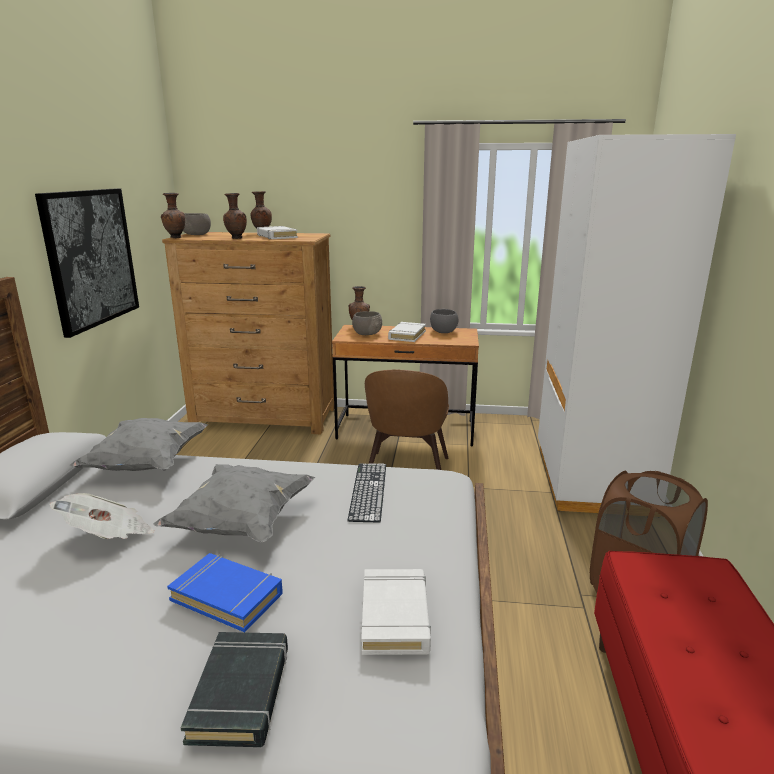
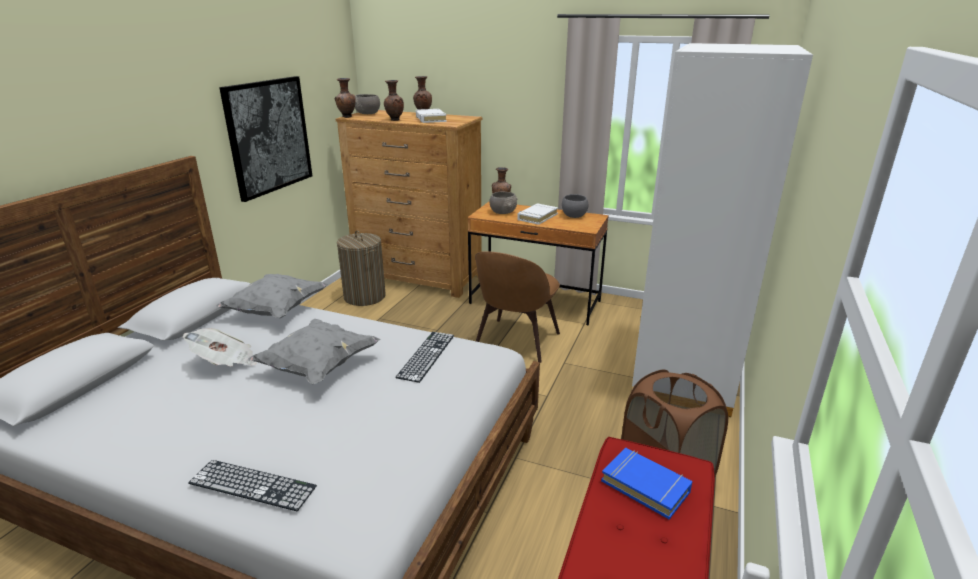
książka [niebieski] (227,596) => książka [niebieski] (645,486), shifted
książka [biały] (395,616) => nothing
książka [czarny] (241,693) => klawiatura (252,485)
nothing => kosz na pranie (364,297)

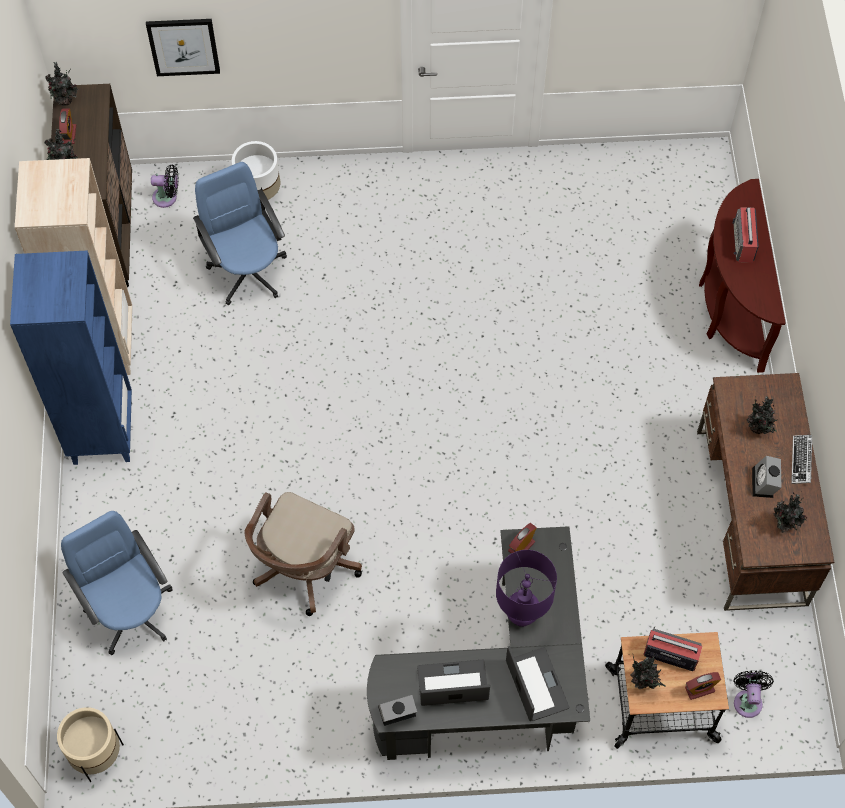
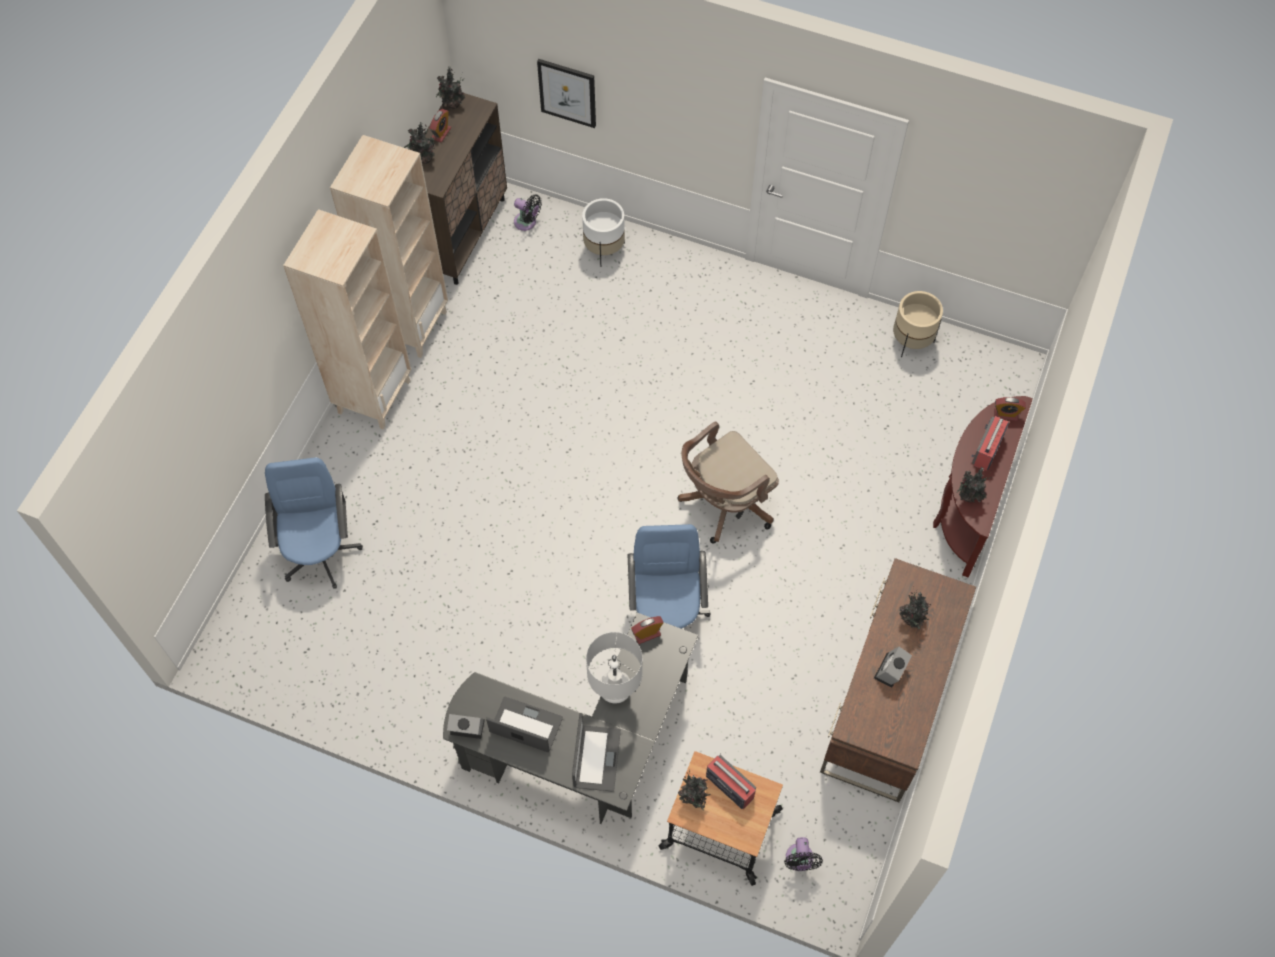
krzesło biurowe [niebieski] (248,271) => krzesło biurowe [niebieski] (667,615), shifted
regał [niebieski] (102,432) => regał [beżowy] (374,396)
klawiatura (801,461) => nothing
krzesło biurowe [brązowy] (303,569) => krzesło biurowe [brązowy] (723,504), shifted
roślina doniczkowa (784,525) => roślina doniczkowa (968,497), shifted
lampa stołowa [fioletowy] (521,616) => lampa stołowa [biały] (615,694)
wentylator [czarny] (748,700) => wentylator [czarny] (799,860), 150 degrees clockwise
budzik (699,689) => budzik (1006,414), shifted
donica [beżowy] (96,755) => donica [beżowy] (911,341), shifted

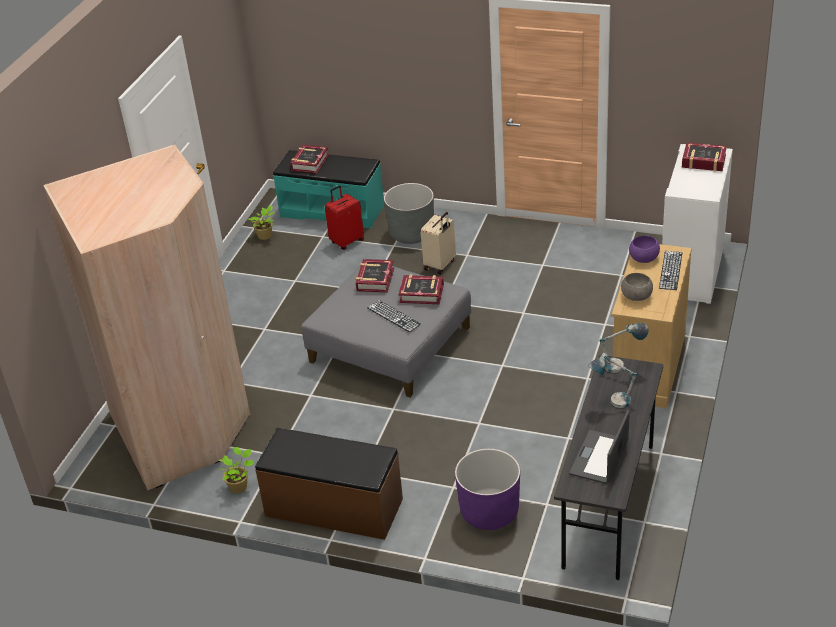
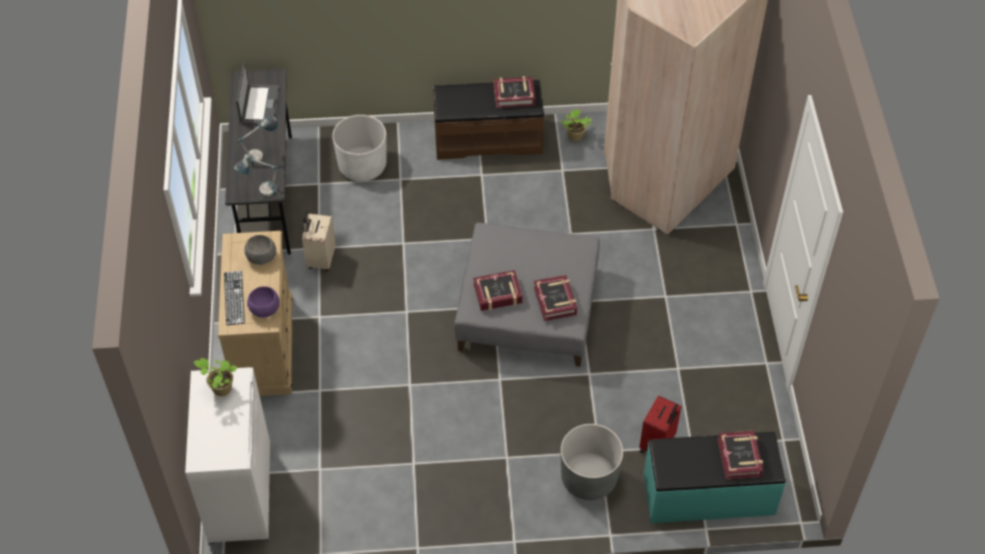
książka (703,161) => książka (514,95), shifted
roślina doniczkowa (266,236) => roślina doniczkowa (220,388), shifted
walizka [beżowy] (440,265) => walizka [beżowy] (320,259), shifted
klawiatura (394,316) => nothing
donica [fioletowy] (489,511) => donica [biały] (362,166)

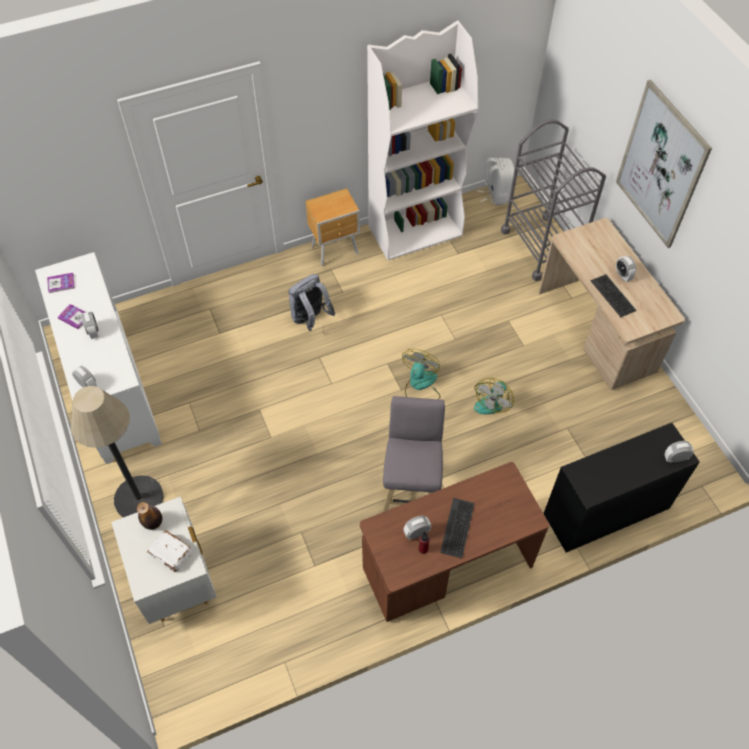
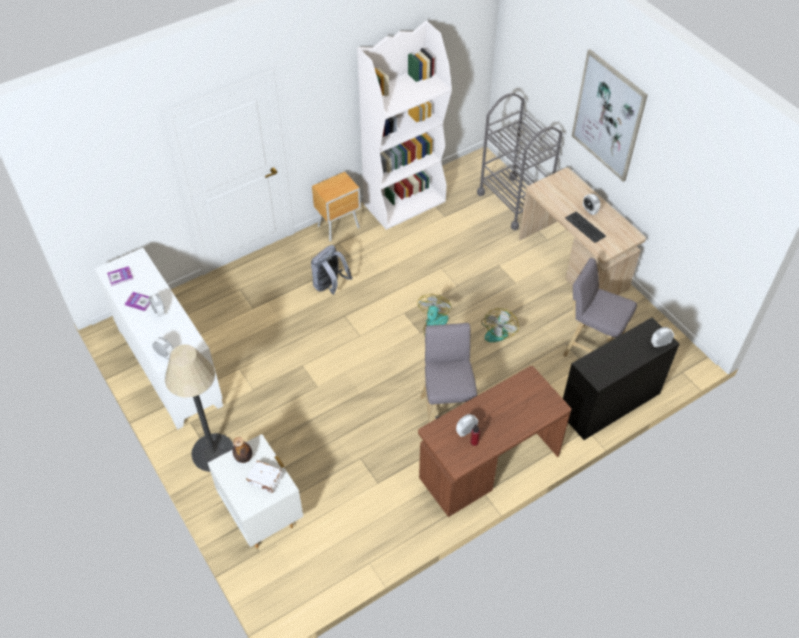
plecak [biały] (496,195) => nothing
klawiatura (458,528) => nothing
nothing => stołek [szary] (591,348)

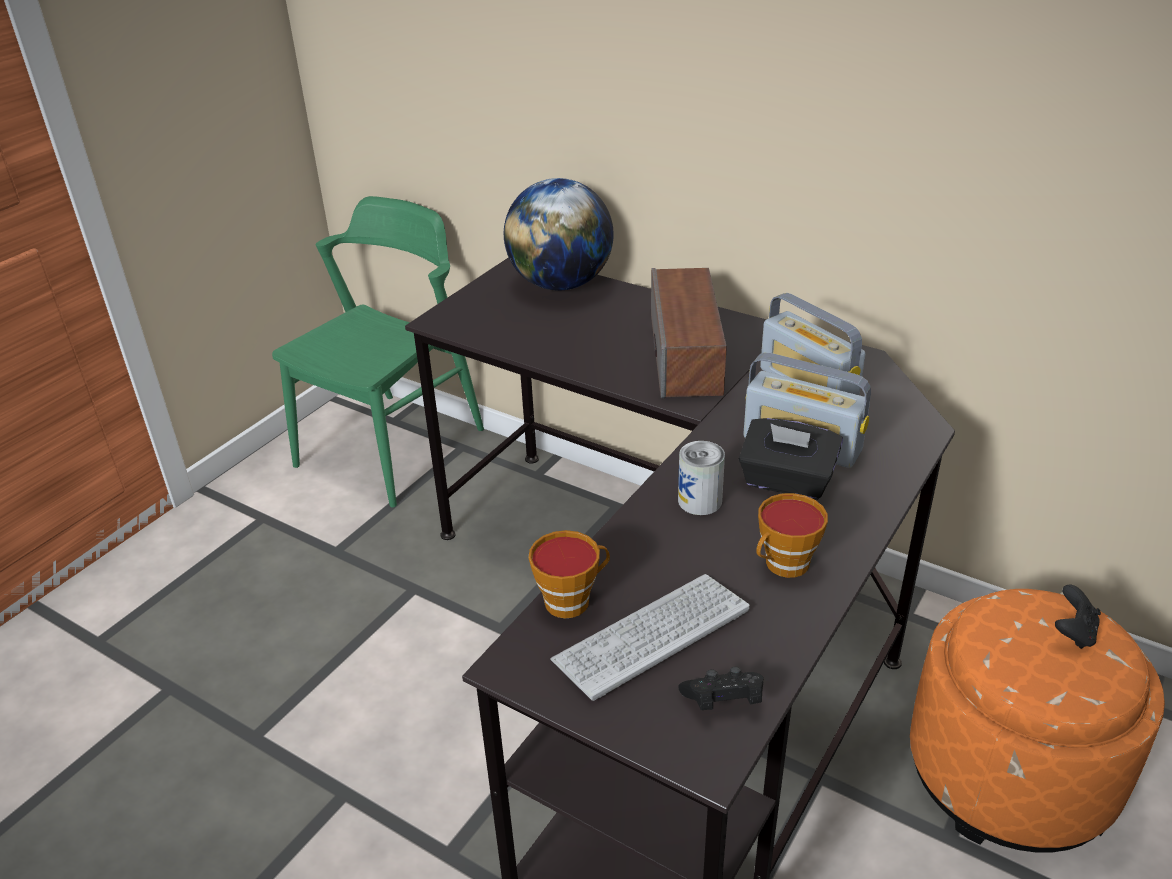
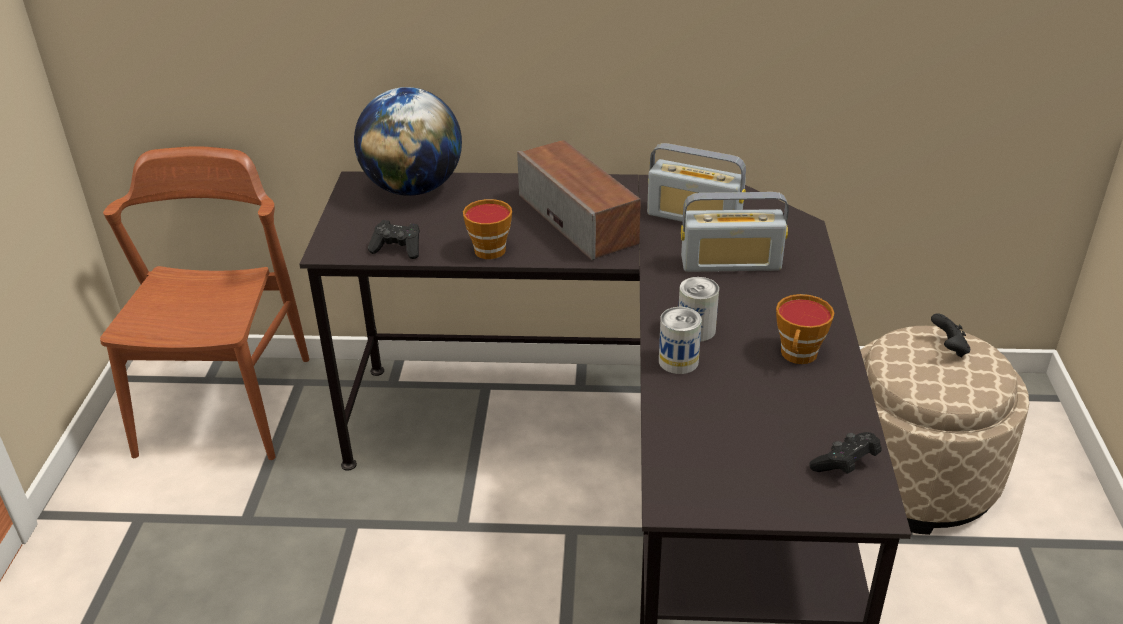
krzesło [zielony] (391,447) => krzesło [brązowy] (226,405)
pudełko chusteczek [czarny] (786,481) => nothing
filiżanka (572,599) => filiżanka (492,248), shifted
klawiatura (651,636) => nothing
pufa [pomarańczowy] (1009,773) => pufa [beżowy] (915,477)
nothing => pad do gier [czarny] (398,249)
nothing => puszka (678,361)

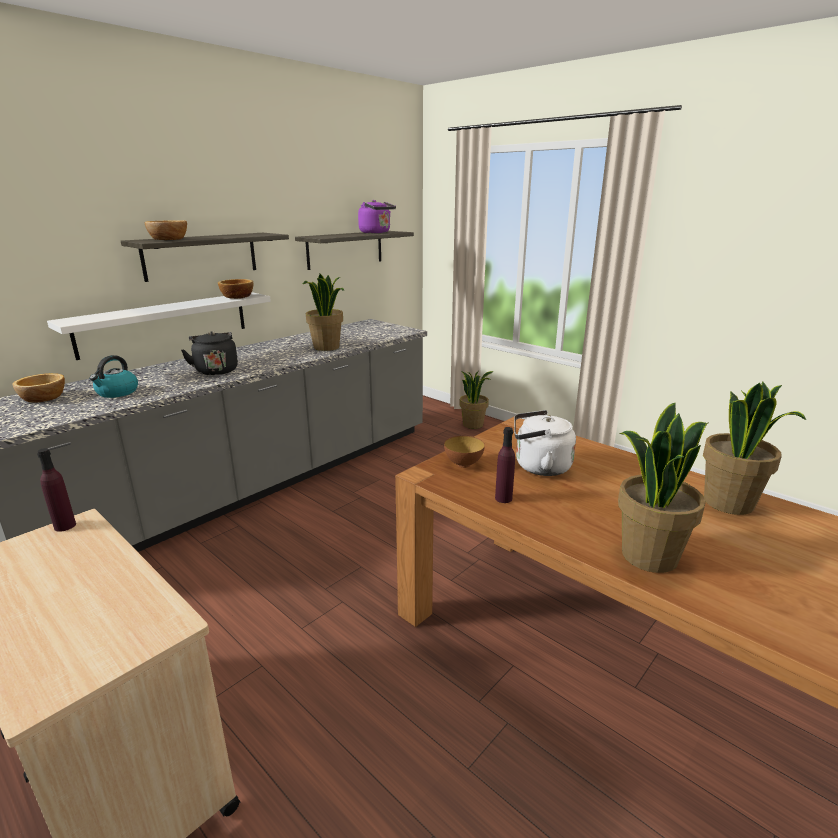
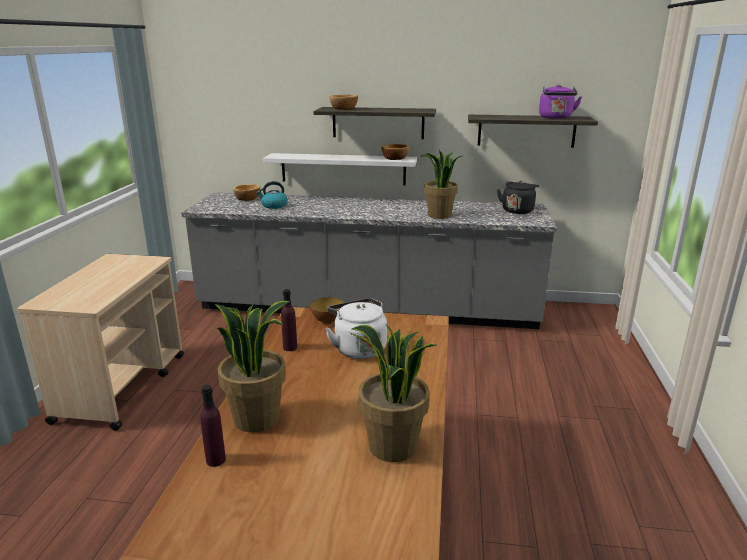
czajnik [czarny] (216,370) => czajnik [czarny] (517,210), shifted
roślina doniczkowa (473,424) => nothing
butelka [fioletowy] (65,526) => butelka [fioletowy] (215,460), shifted

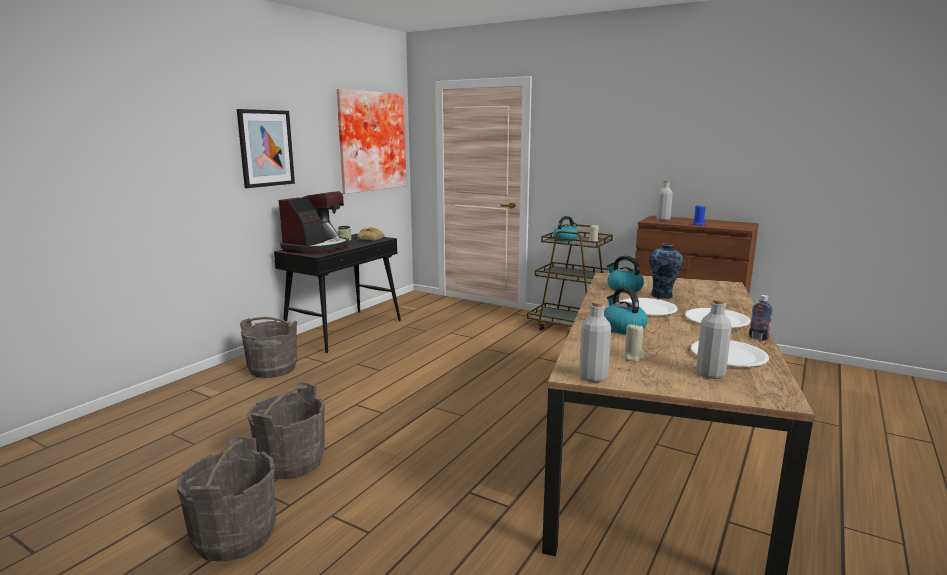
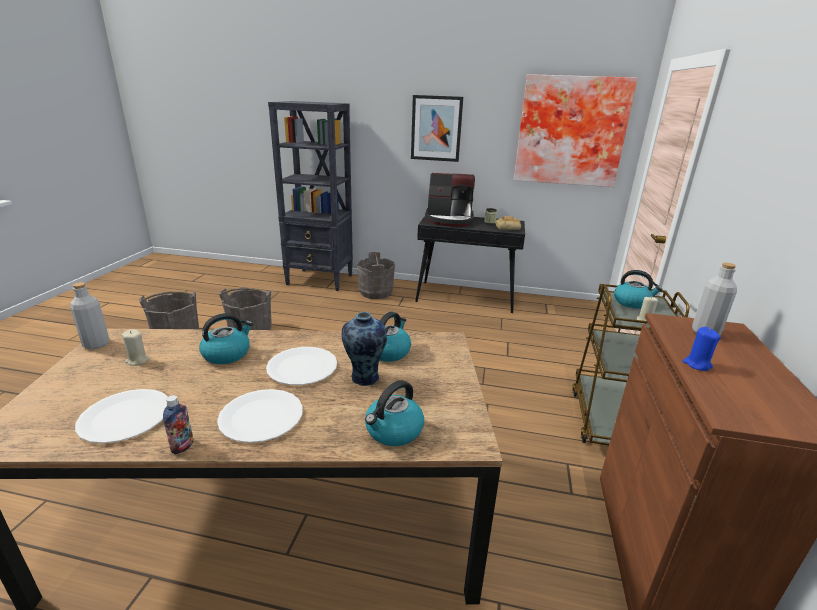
butelka [szary] (710,374) => nothing
nothing => regał [czarny] (320,280)
nothing => czajnik (393,431)

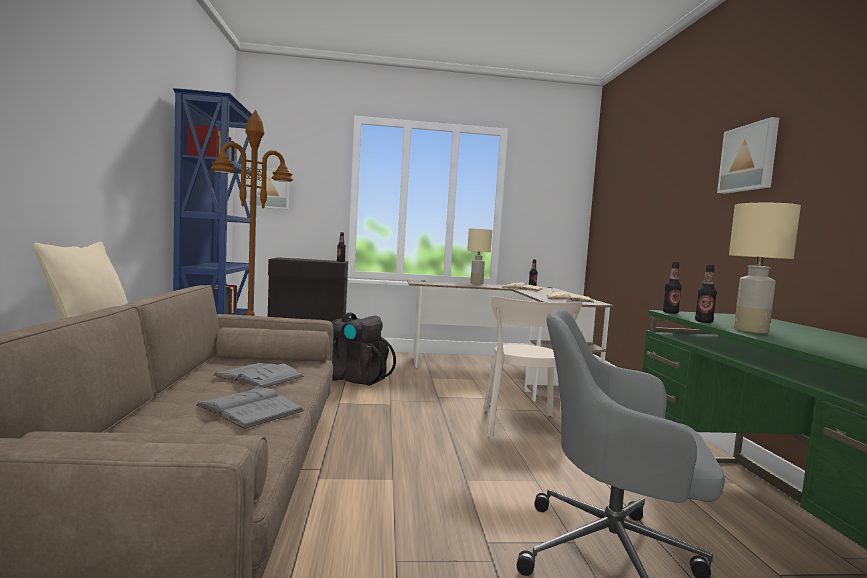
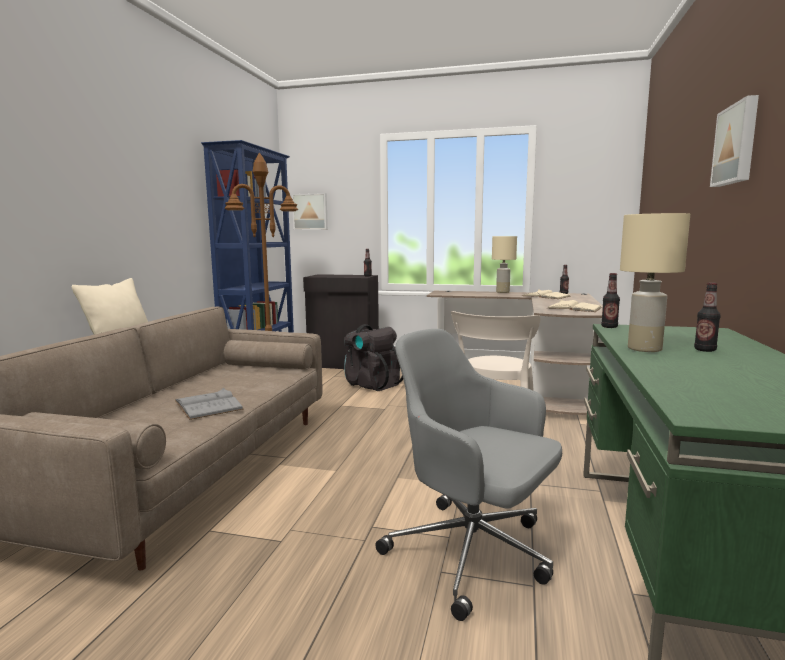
butelka (703,321) => butelka (705,350), shifted
książka [szary] (259,376) => nothing

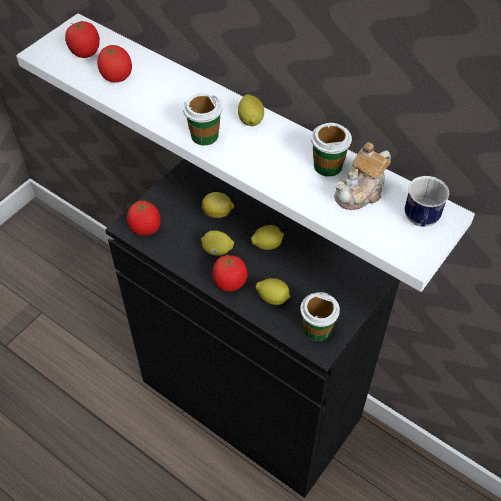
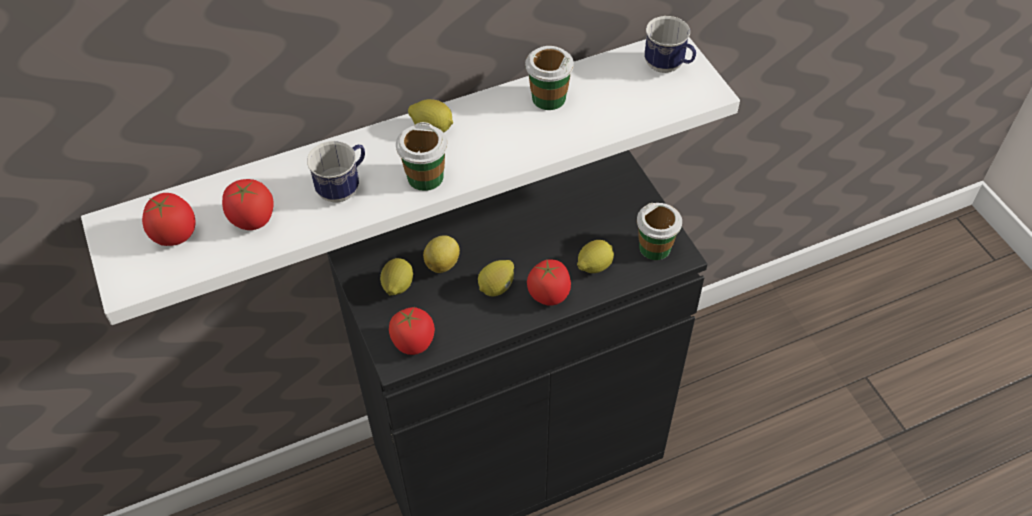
imbryk (360,192) => nothing
cytryna (267,245) => cytryna (397,286), shifted
nothing => kubek (344,188)

